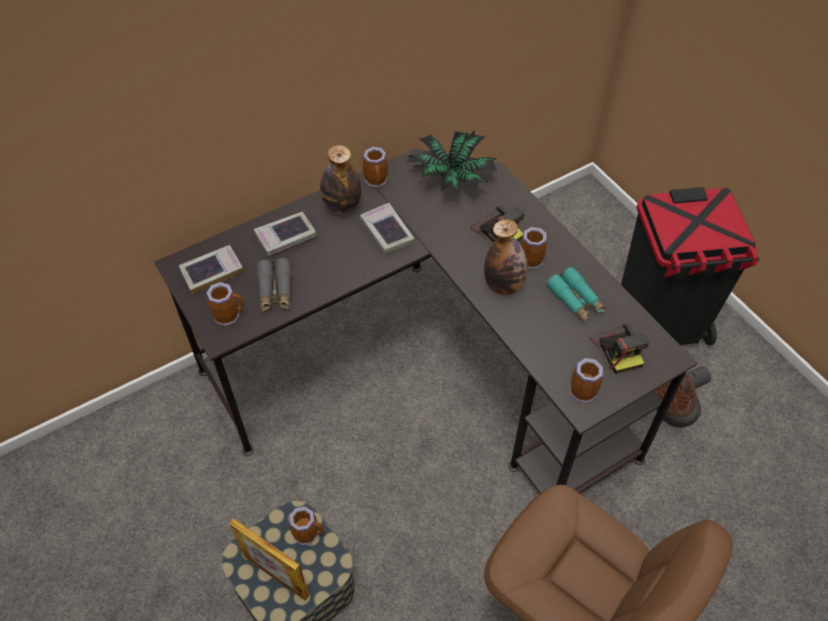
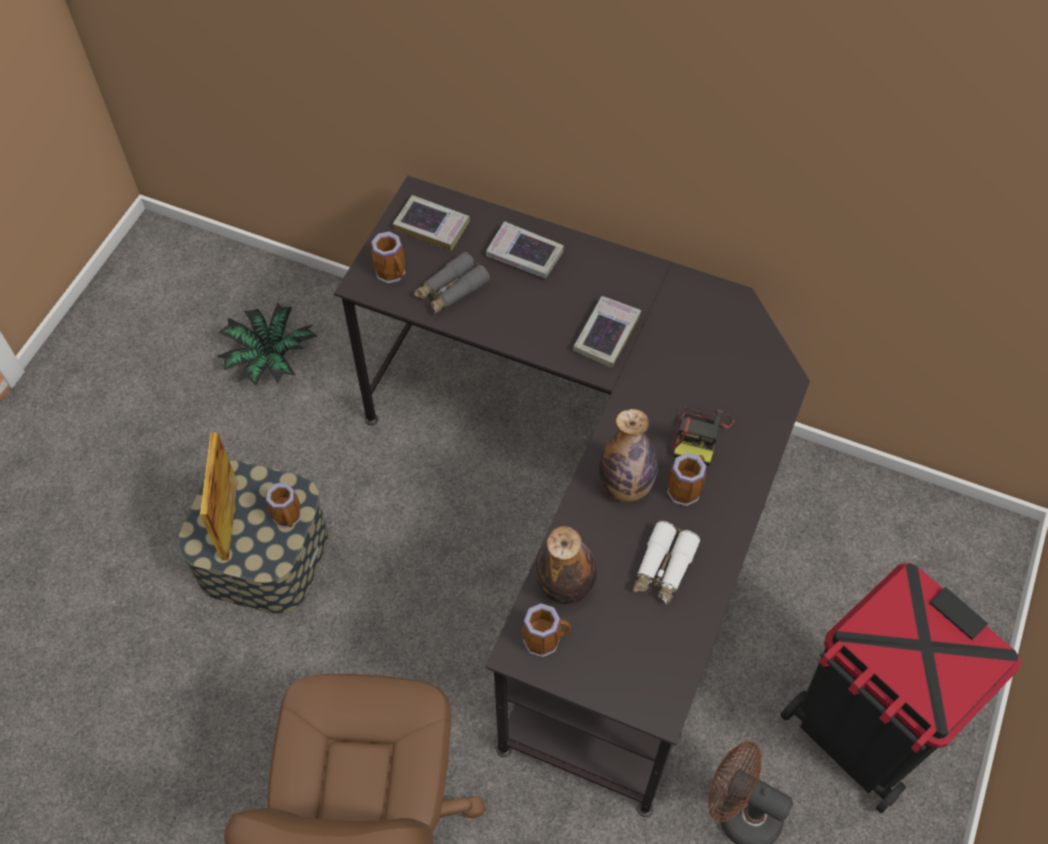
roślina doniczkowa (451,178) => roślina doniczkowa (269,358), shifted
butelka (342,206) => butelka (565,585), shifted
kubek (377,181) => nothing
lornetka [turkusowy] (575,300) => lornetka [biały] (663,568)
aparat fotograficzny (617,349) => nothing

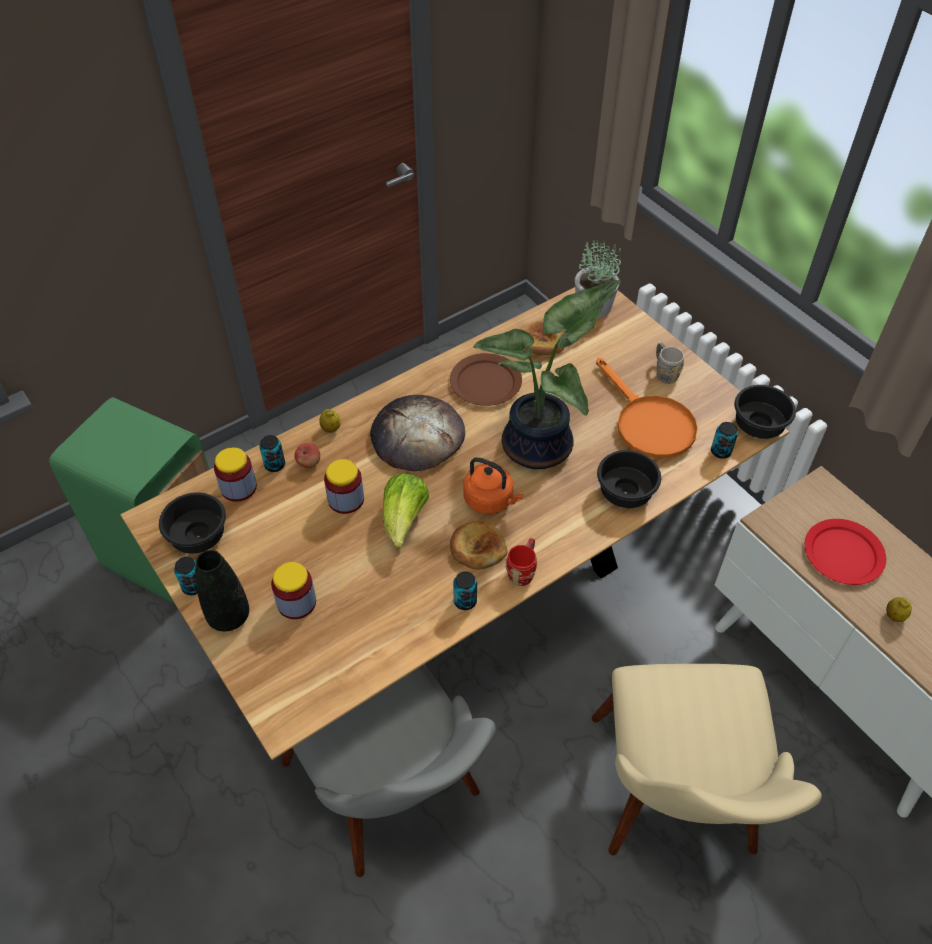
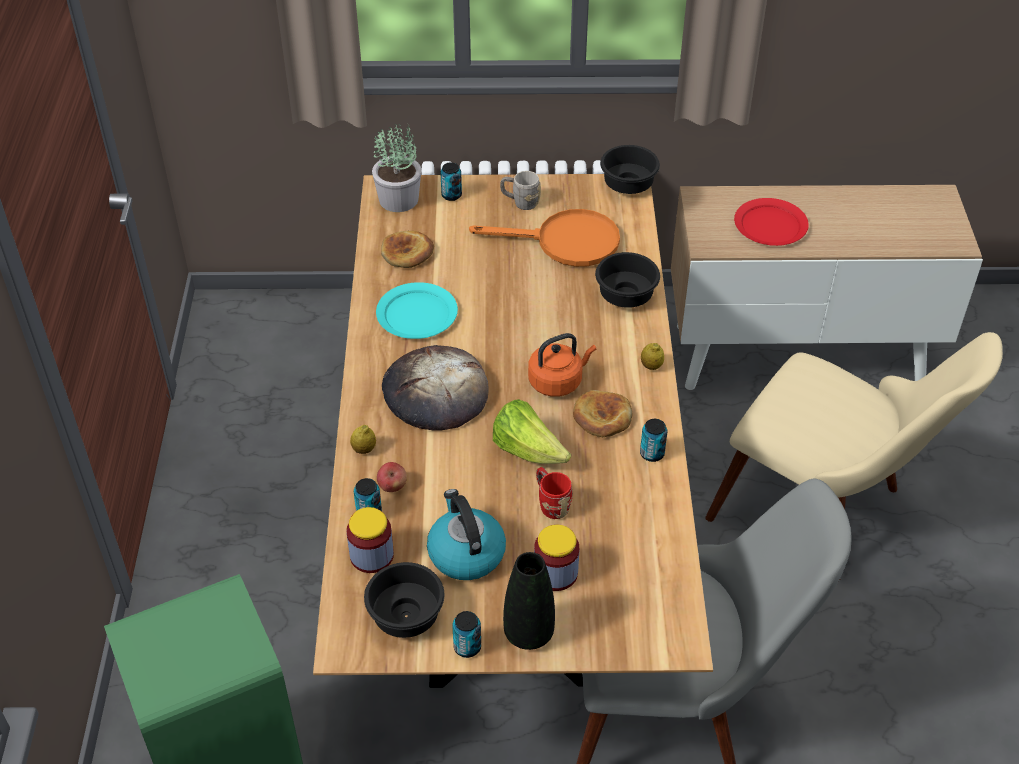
roślina doniczkowa (541,447) => nothing
talerz [brązowy] (486,382) => talerz [turkusowy] (417,313)
puszka (720,451) => puszka (451,195), shifted
słoik (346,499) => nothing
kubek [czerwony] (523,571) => kubek [czerwony] (551,503), shifted
cytryna (894,616) => cytryna (651,366), shifted
nothing => czajnik (465,553)

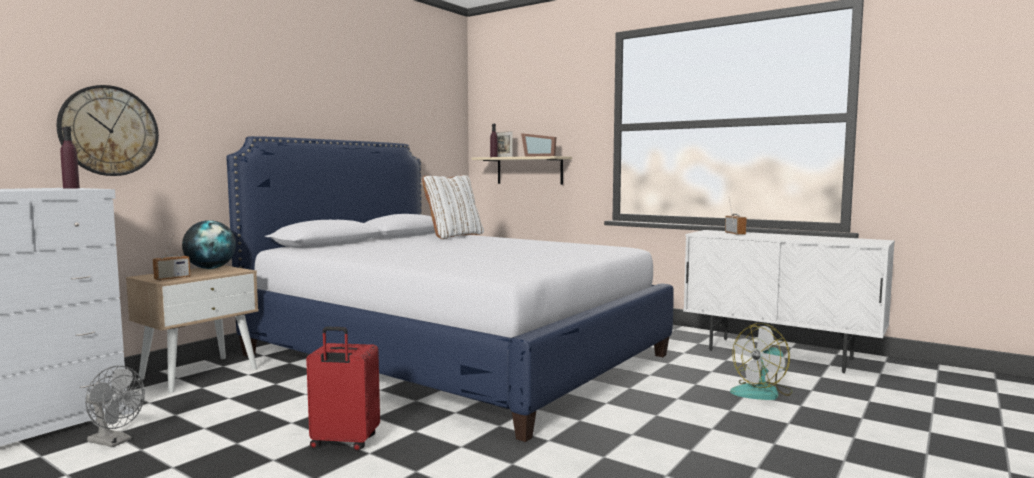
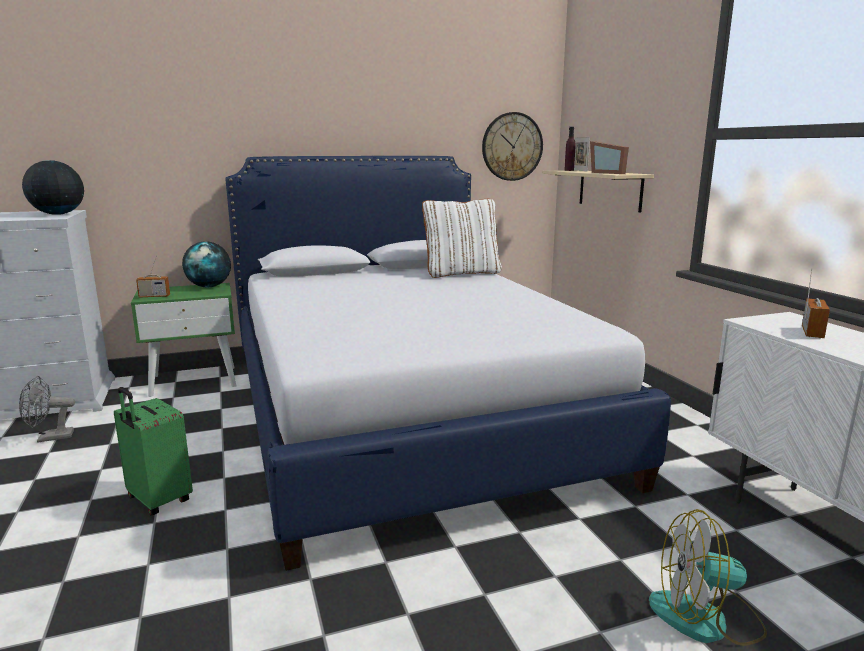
zegar ścienny (109,131) => zegar ścienny (512,146), shifted
butelka [fioletowy] (71,188) => globus (58,214)
szafka nocna [beżowy] (199,373) => szafka nocna [zielony] (194,381)
walizka [czerwony] (344,443) => walizka [zielony] (158,500)
wentylator [szary] (115,442) => wentylator [szary] (49,438), 105 degrees clockwise

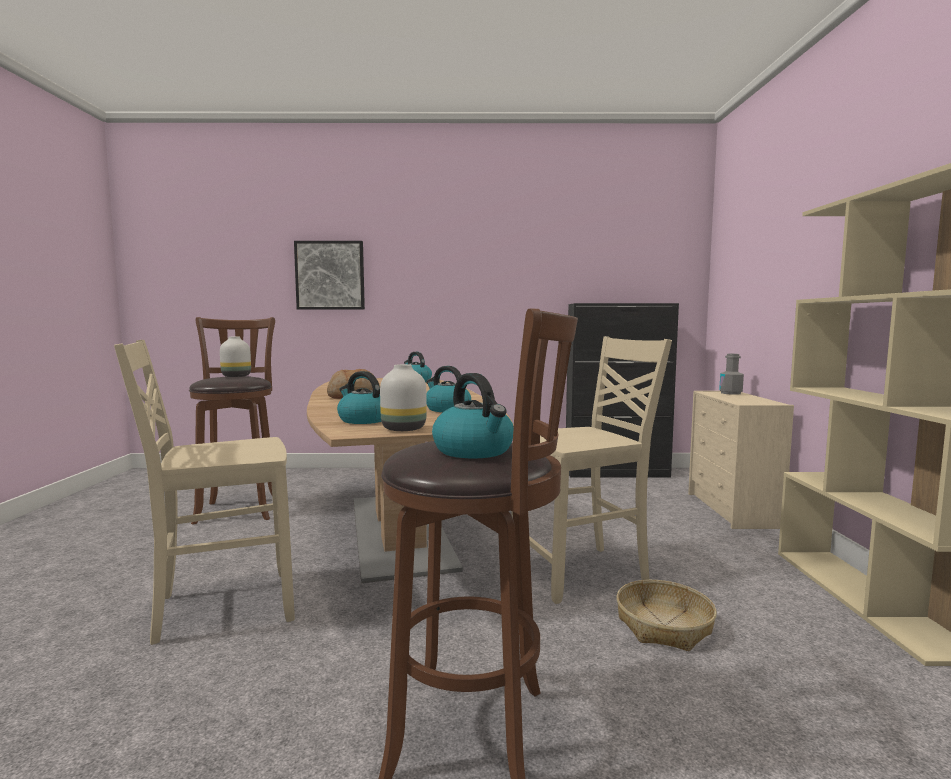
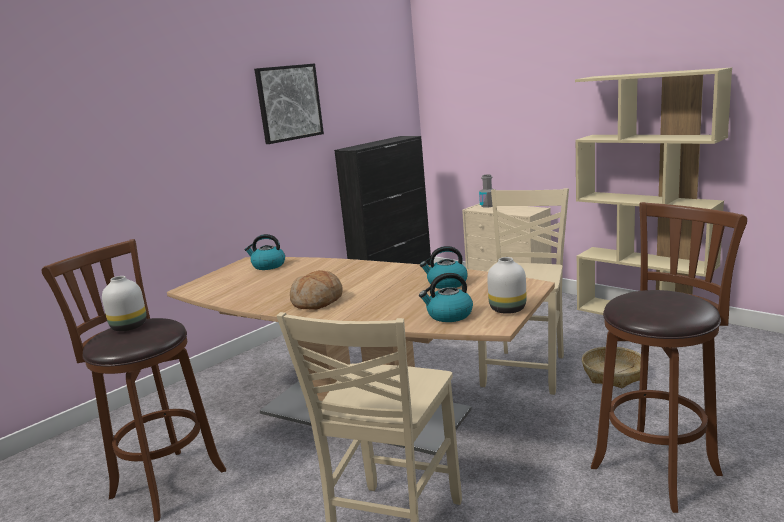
obraz (330,275) => obraz (289,103), shifted
czajnik (474,451) => nothing

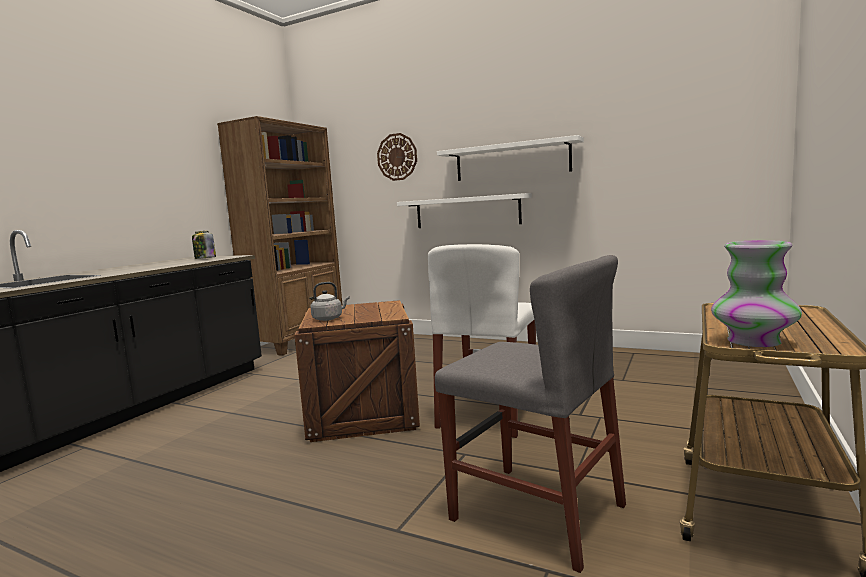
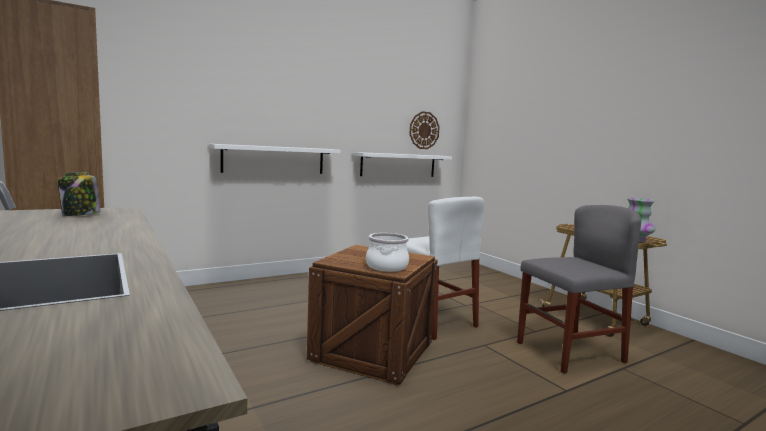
zegar ścienny (397,157) => zegar ścienny (424,130), shifted
półka [biały] (511,161) => półka [biały] (398,165), shifted
czajnik [szary] (329,318) => garnek (386,266)

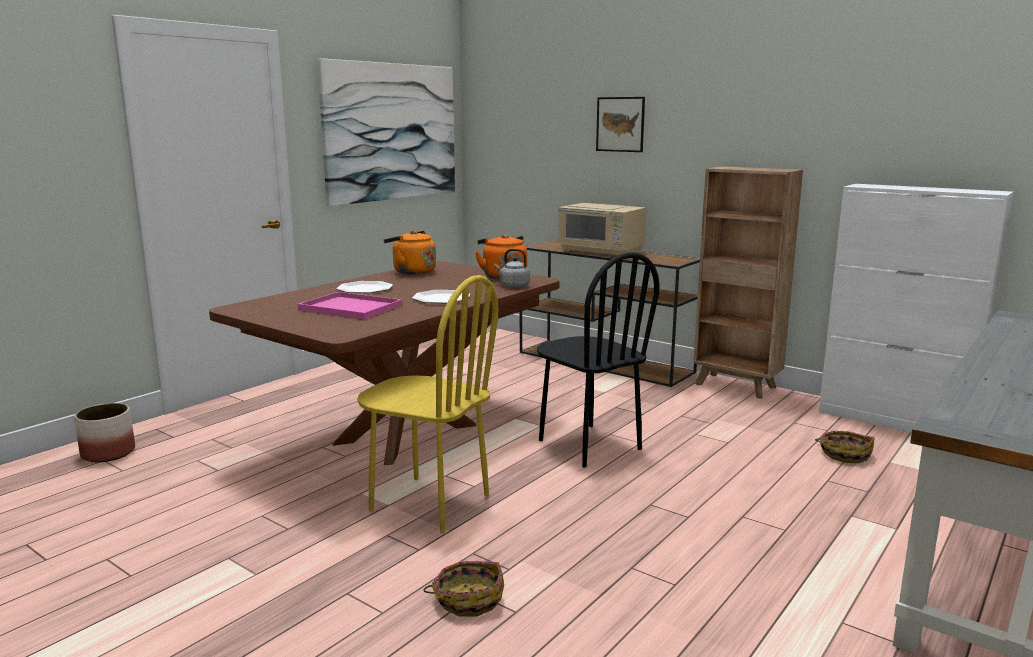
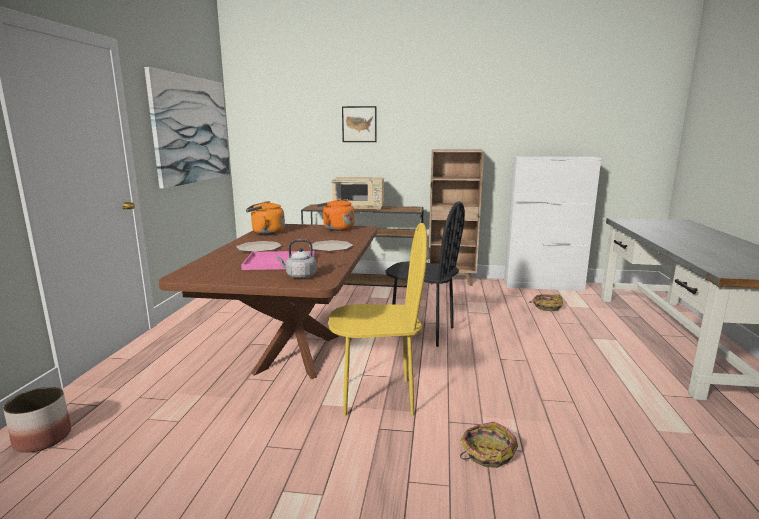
czajnik [szary] (513,286) => czajnik [szary] (299,276), shifted

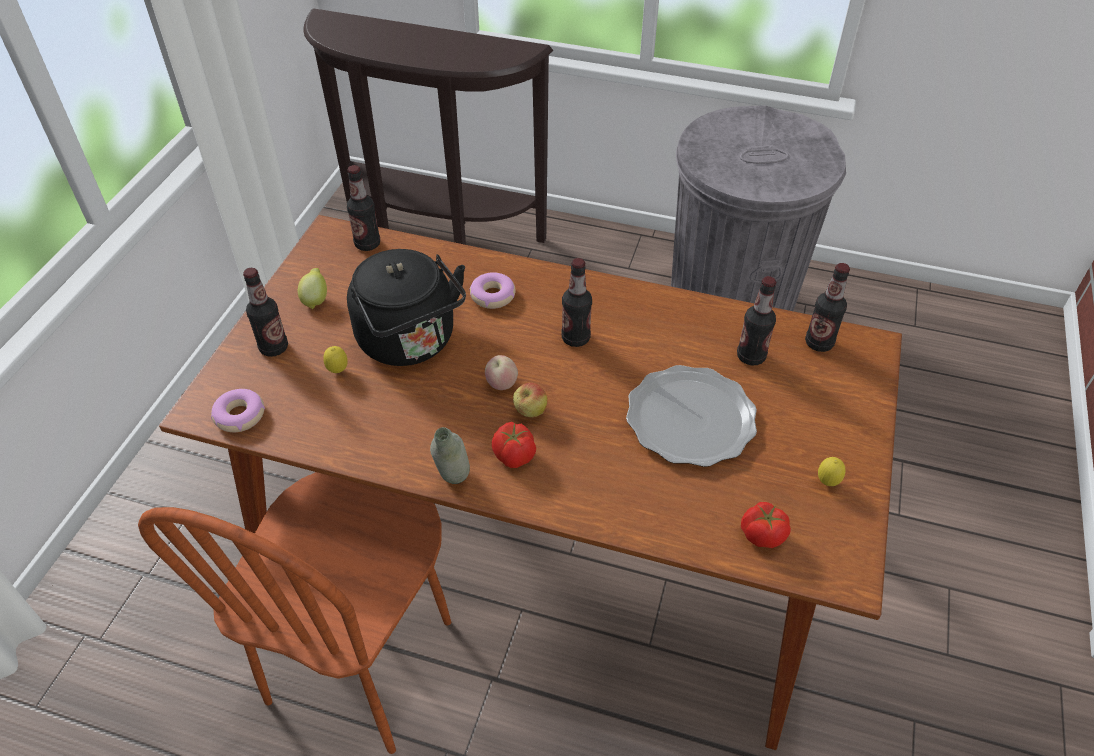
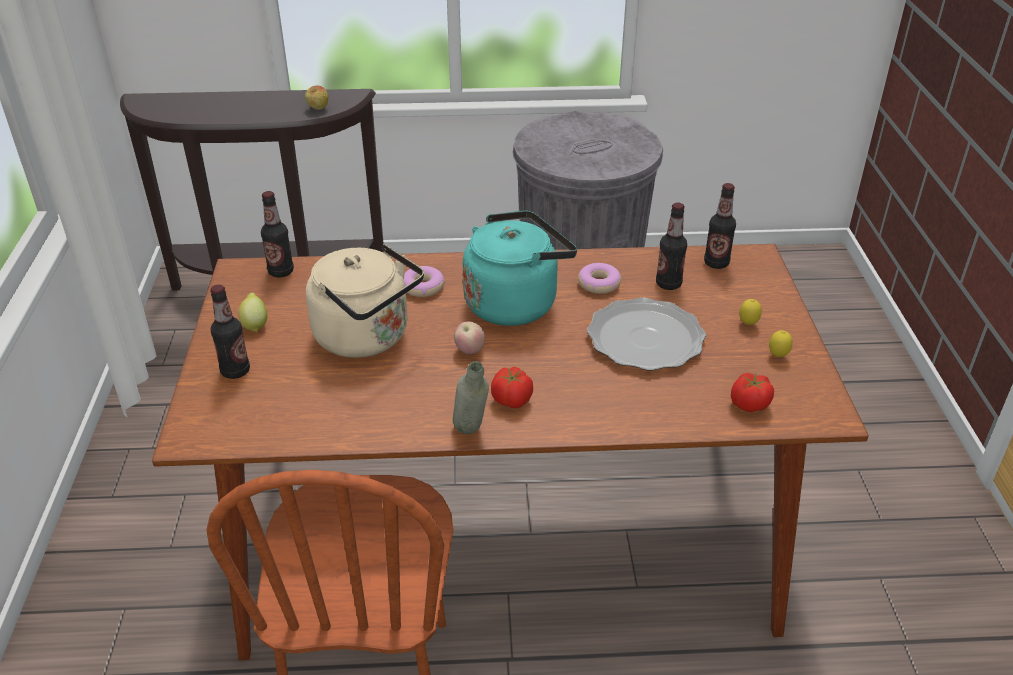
czajnik [czarny] (411,342) => czajnik [beżowy] (367,338)
butelka (575,338) => czajnik [turkusowy] (515,302)
cytryna (338,371) => cytryna (748,324), shifted
jabłko (530,412) => jabłko (318,109), shifted
donut (239,416) => donut (599,284), shifted

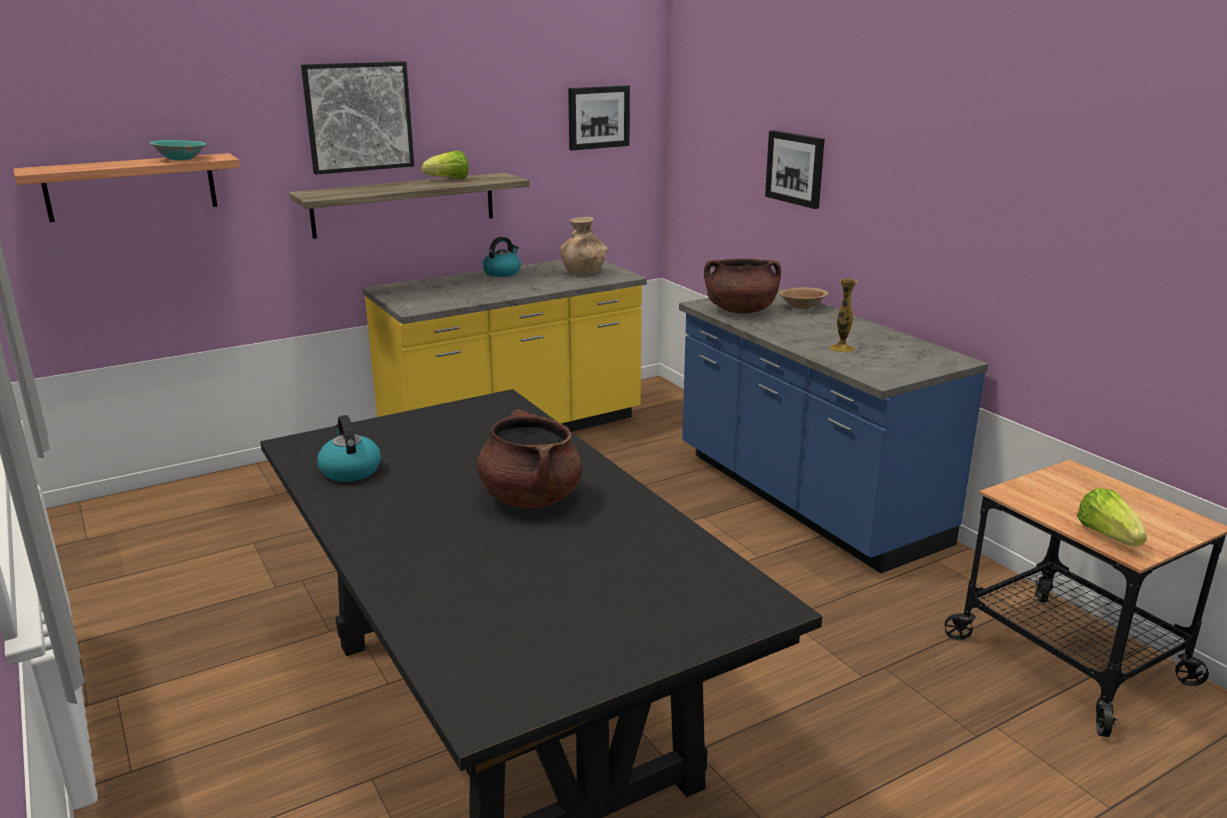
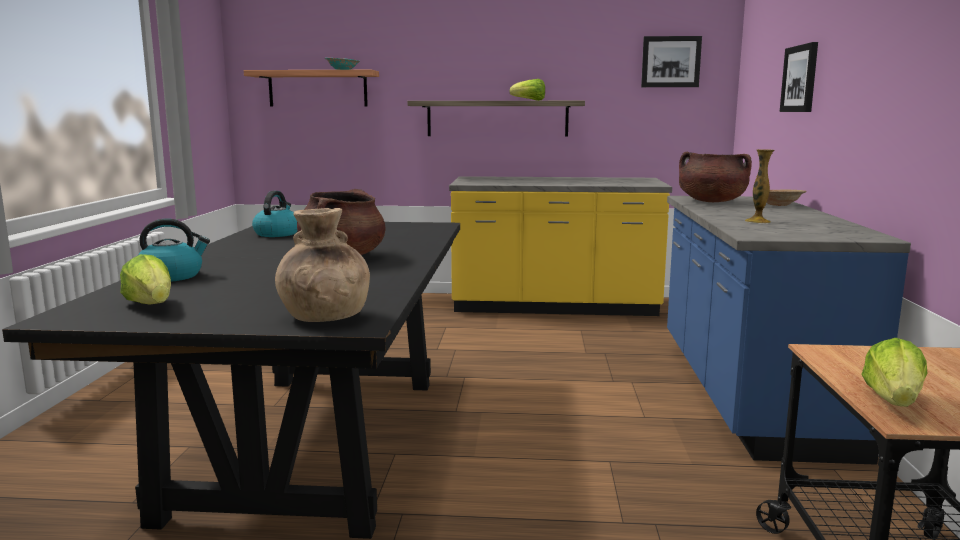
obraz (358,117) => nothing
wazon [brązowy] (583,272) => wazon [brązowy] (324,317), shifted
czajnik (502,273) => czajnik (172,276), shifted
nothing => sałata (151,306)

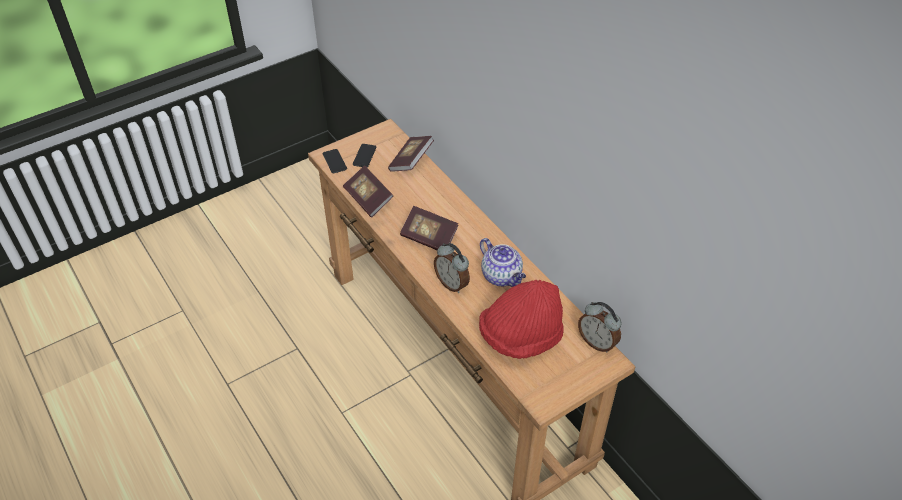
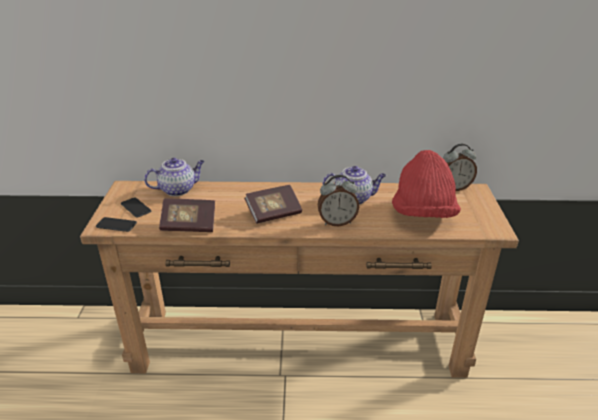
książka (411,161) => imbryk (178,189)

